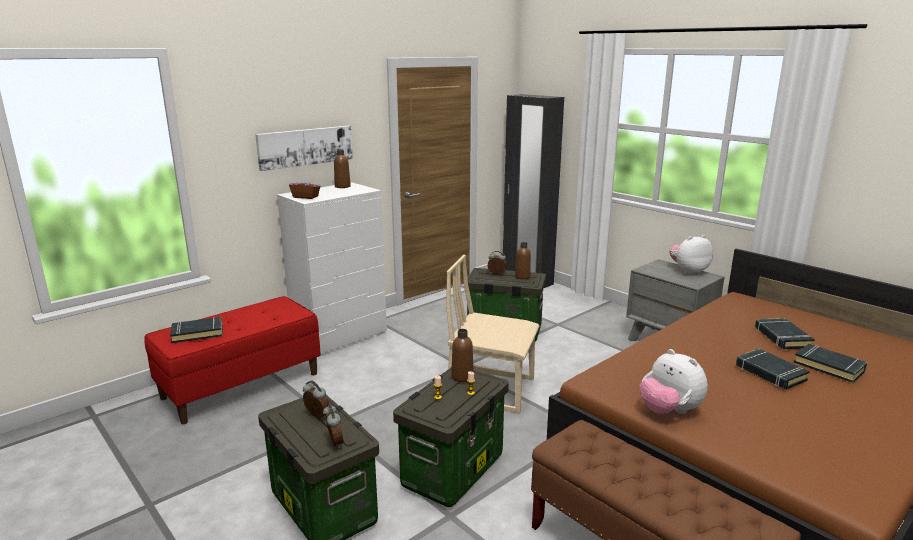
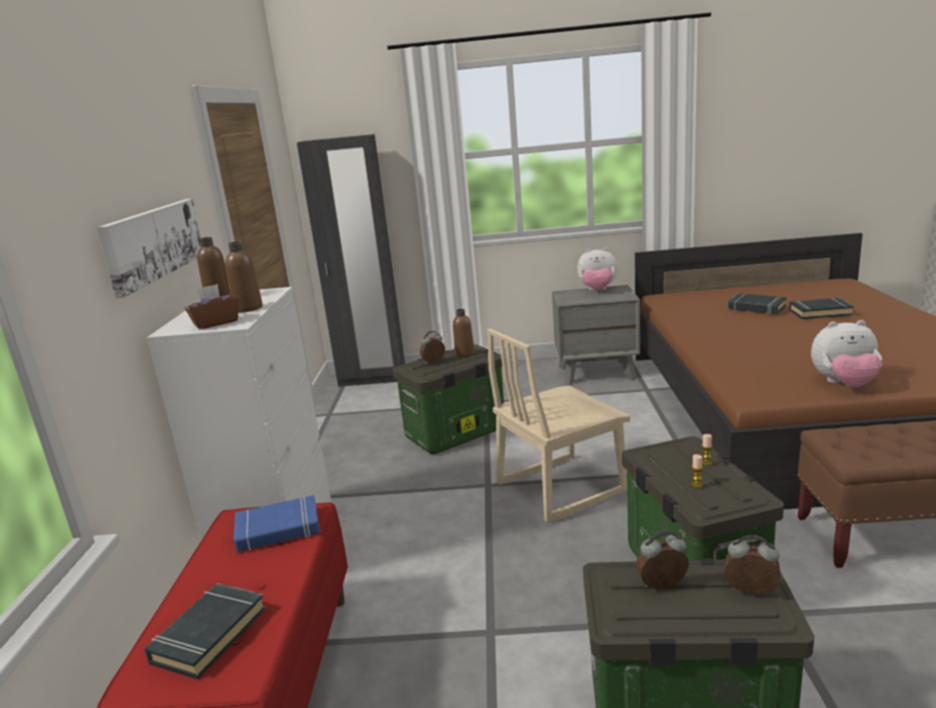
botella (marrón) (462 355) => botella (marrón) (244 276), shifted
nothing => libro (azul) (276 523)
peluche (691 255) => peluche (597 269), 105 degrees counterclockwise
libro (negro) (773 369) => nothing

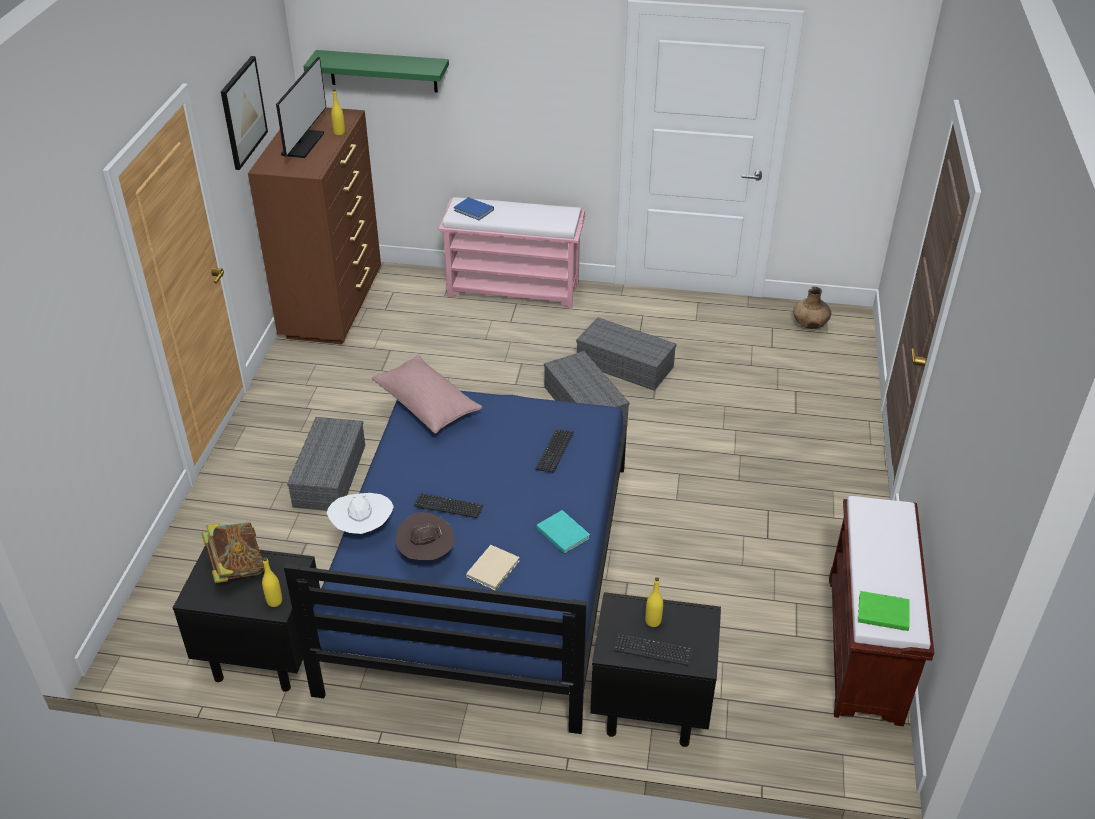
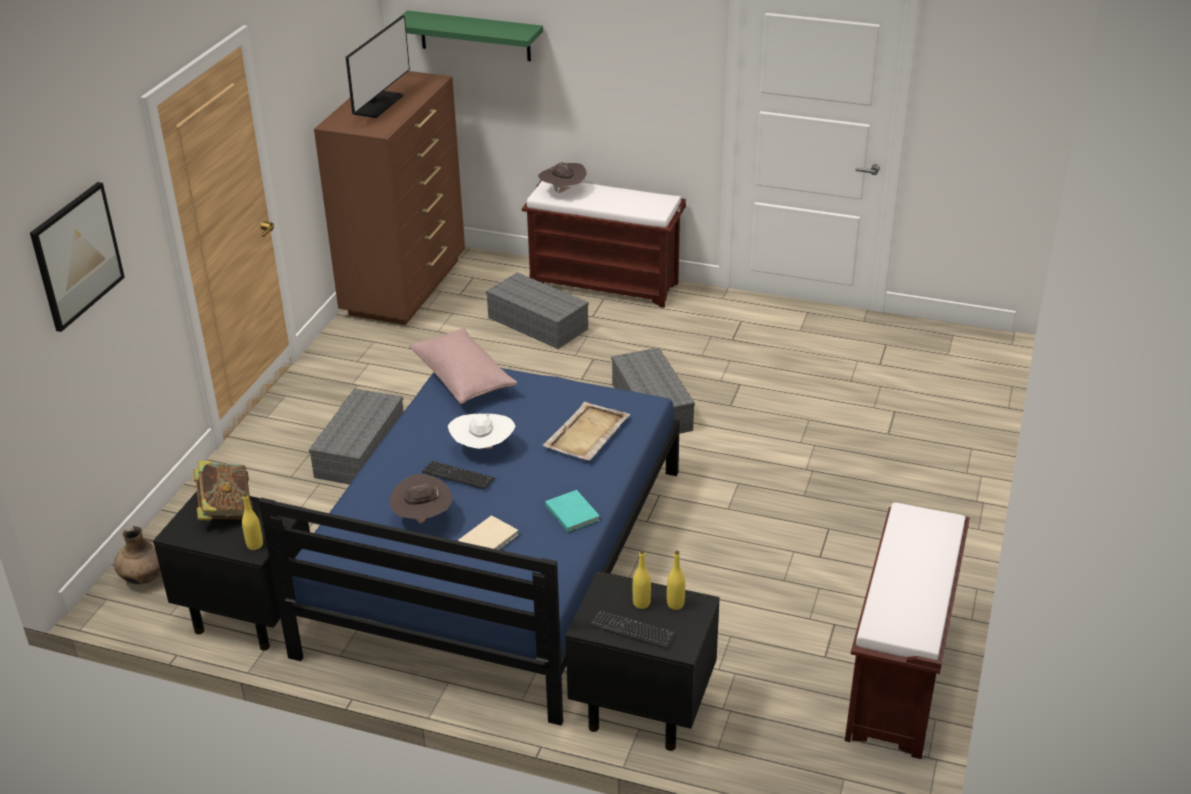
cuadro (244 113) => cuadro (77 257), shifted
florero (marrón) (812 308) => florero (marrón) (137 555), shifted
sombrero (blanco) (360 513) => sombrero (blanco) (482 431), shifted
caja de almacenaje (gris) (626 354) => caja de almacenaje (gris) (537 310), shifted
banco (rosa) (512 252) => banco (marrón) (604 244)
libro (azul) (474 208) => sombrero (marrón) (562 177)
teclado (554 451) => bandeja (beis) (586 431)
botella (amarillo) (338 112) => botella (amarillo) (676 580), shifted
libro (verde) (884 611) => nothing

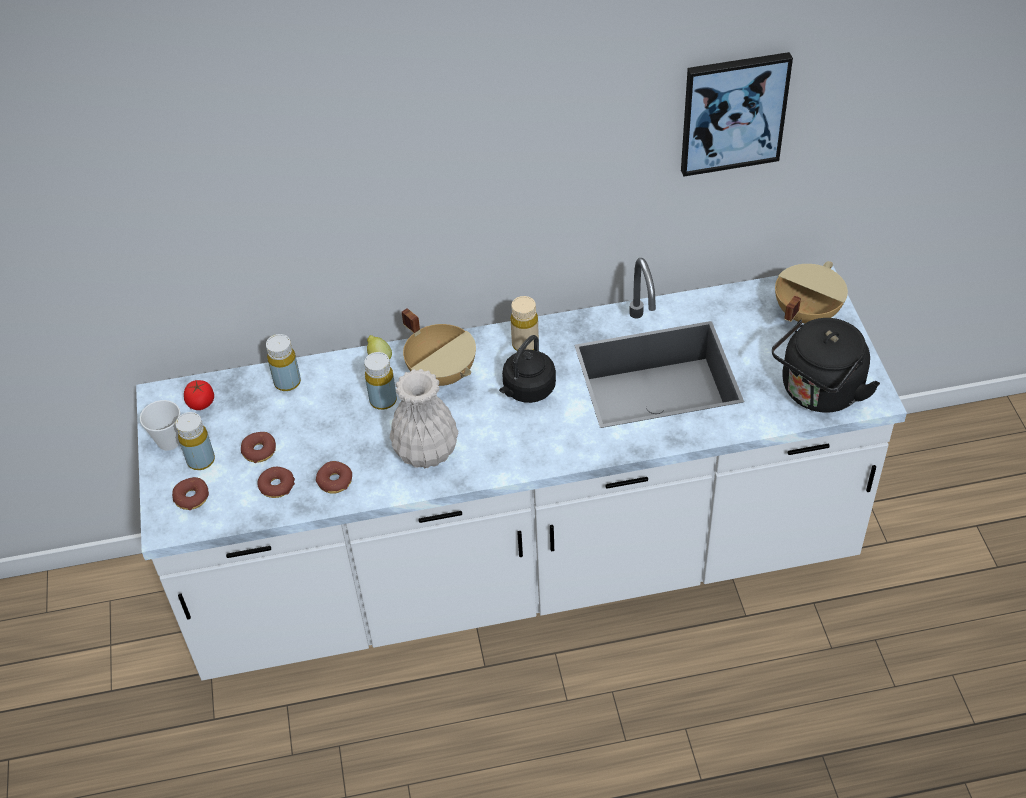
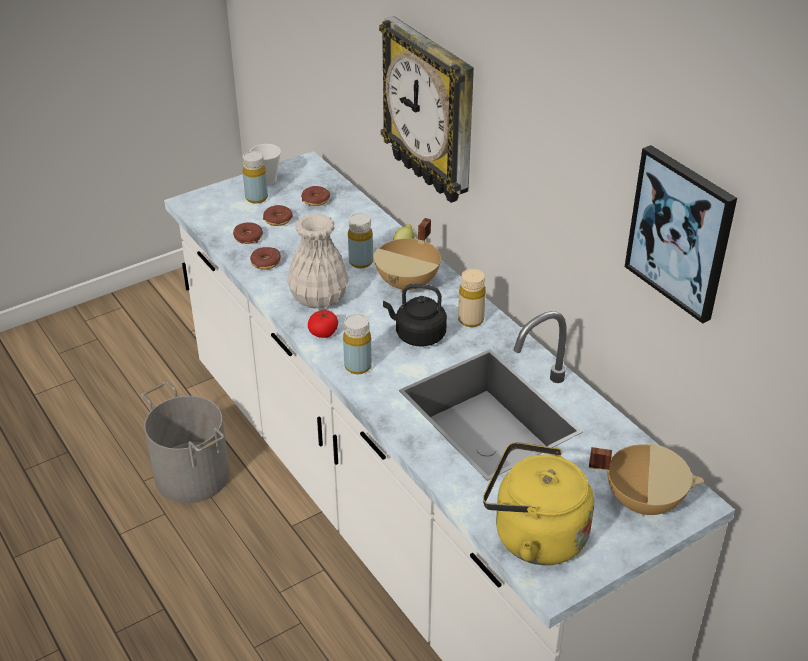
nothing => cubo (gris) (186 442)
rosquilla (190 493) => rosquilla (315 196), shifted
tomate (199 395) => tomate (323 324), shifted
botella (amarillo) (283 362) => botella (amarillo) (357 344), shifted
nothing => reloj de pared (426 109)
hervidor (negro) (826 365) => hervidor (amarillo) (538 503)

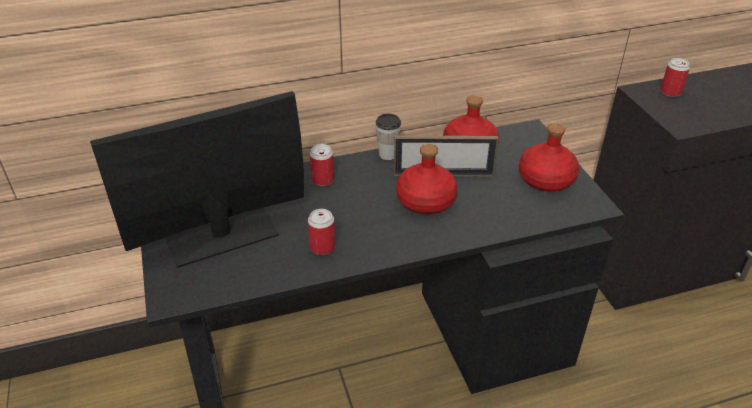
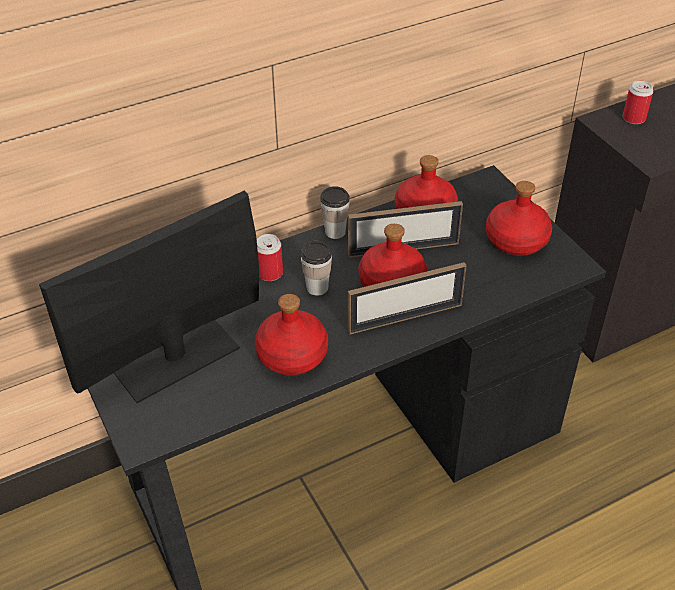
lata (322 232) => botella (rojo) (291 334)
nothing => taza (316 268)
nothing => portarretratos (407 298)

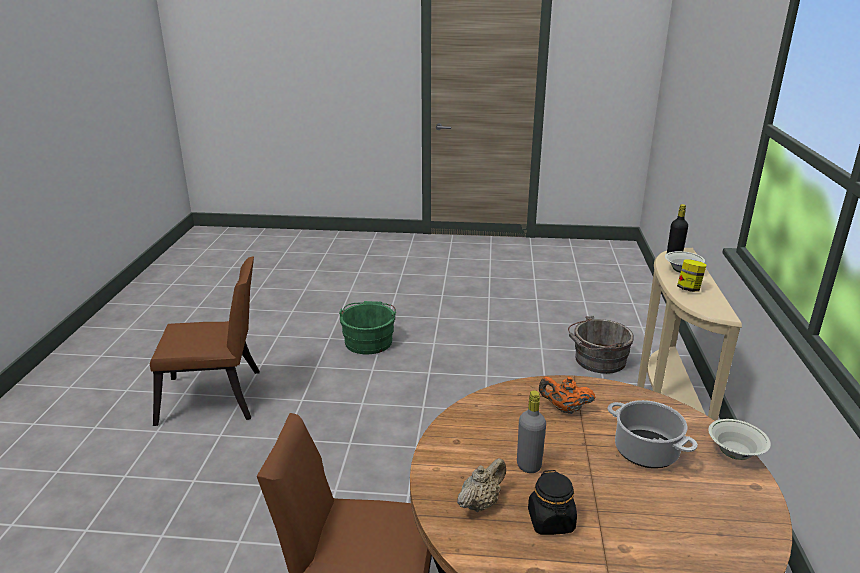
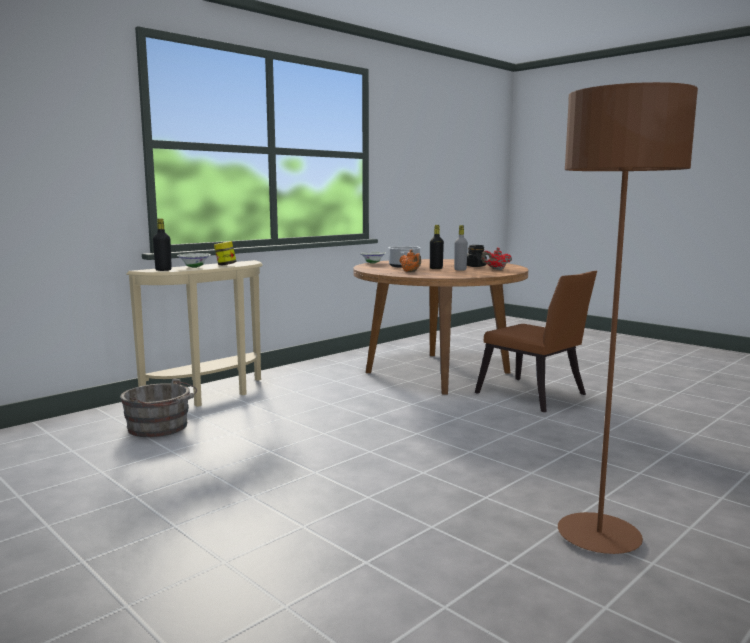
nothing => botella (negro) (437 247)
tetera (beis) (481 485) => tetera (rojo) (496 259)
silla (marrón) (204 341) => lámpara de pie (marrón) (628 318)
cubo (verde) (367 327) => nothing

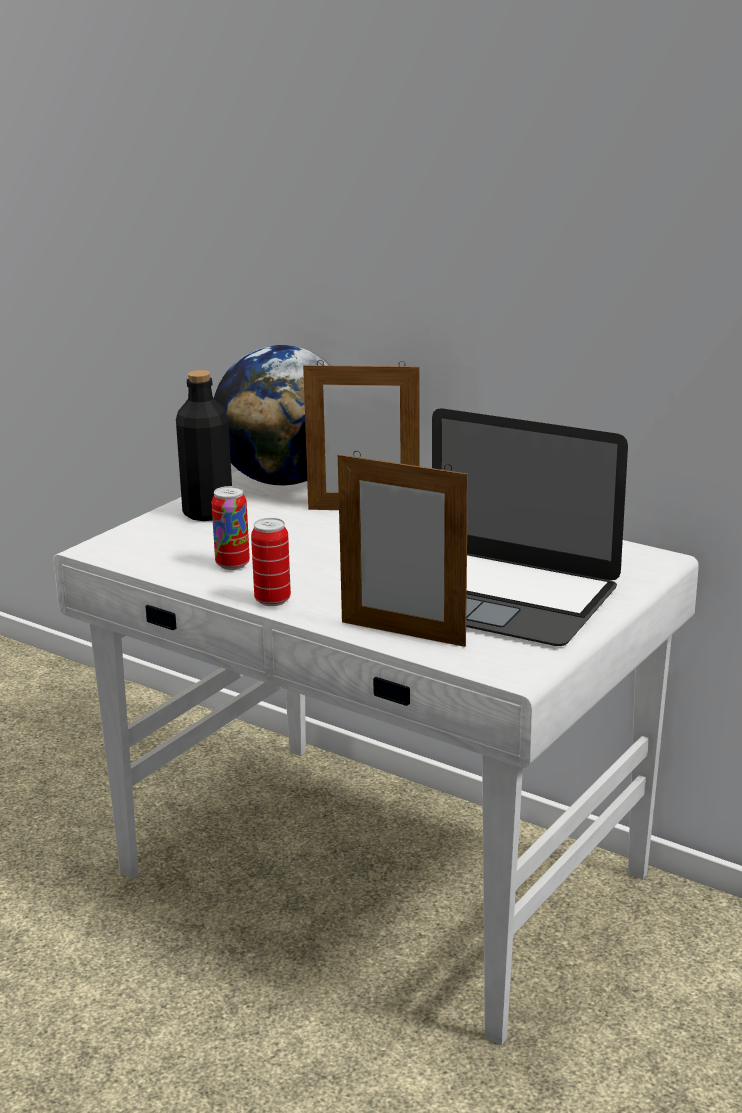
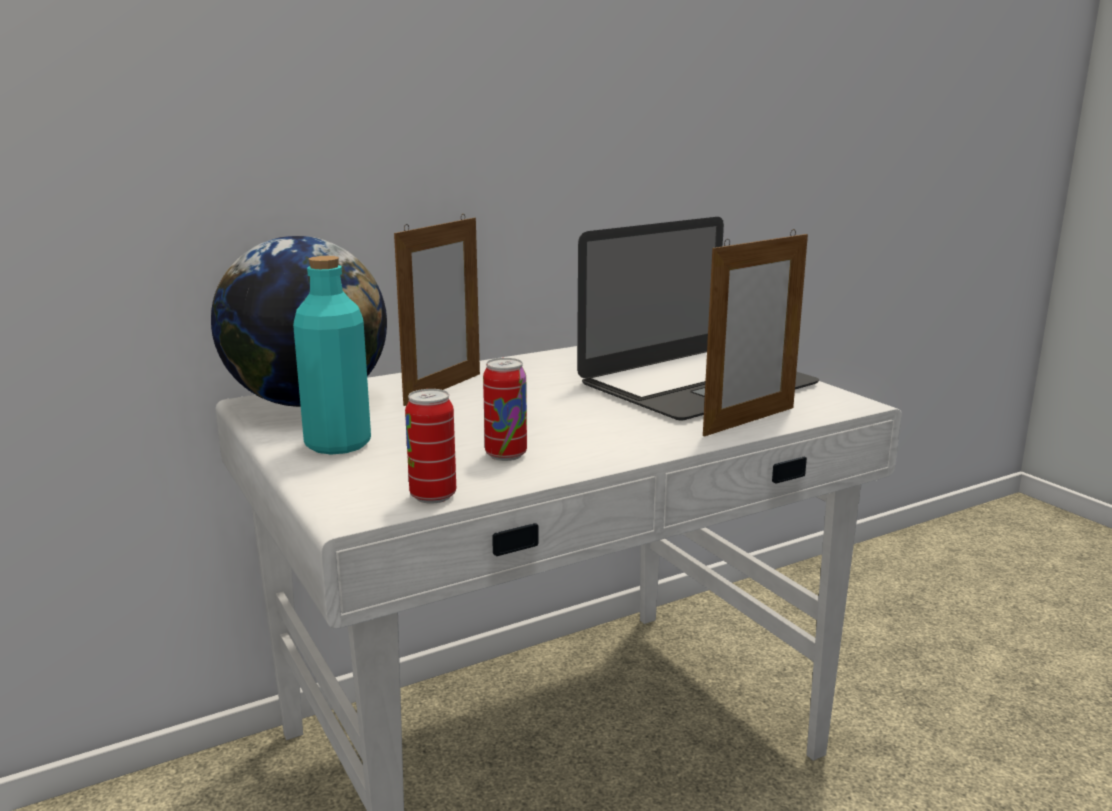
botella (negro) (204 445) => botella (turquesa) (332 355)
lata (271 562) => lata (430 446), shifted

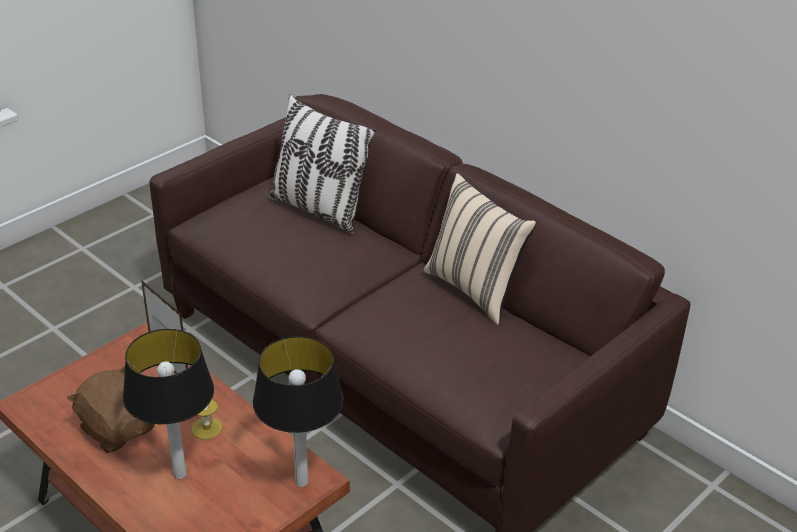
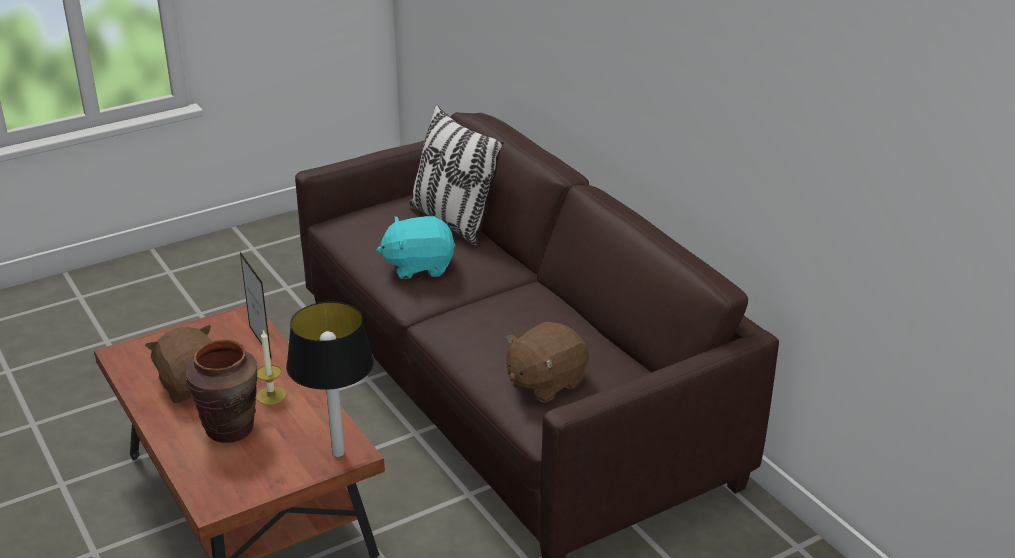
lámpara de mesa (168 404) => florero (marrón) (221 391)
nothing => peluche (turquesa) (416 247)
nothing => peluche (marrón) (547 362)
cojín (beis) (480 249) => nothing

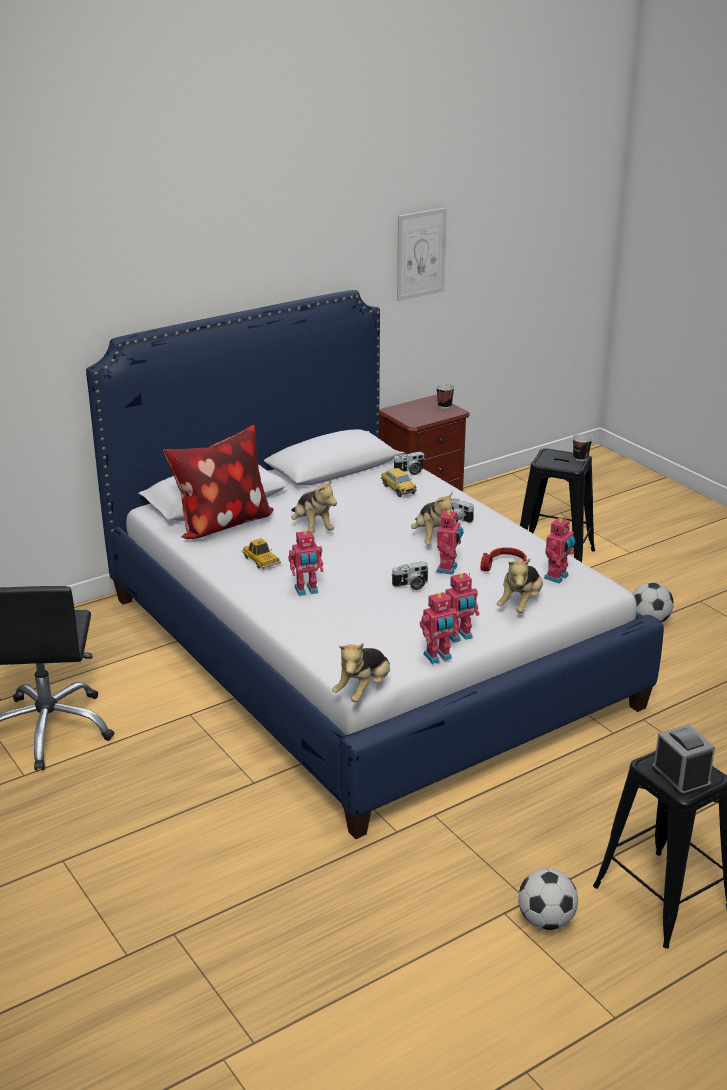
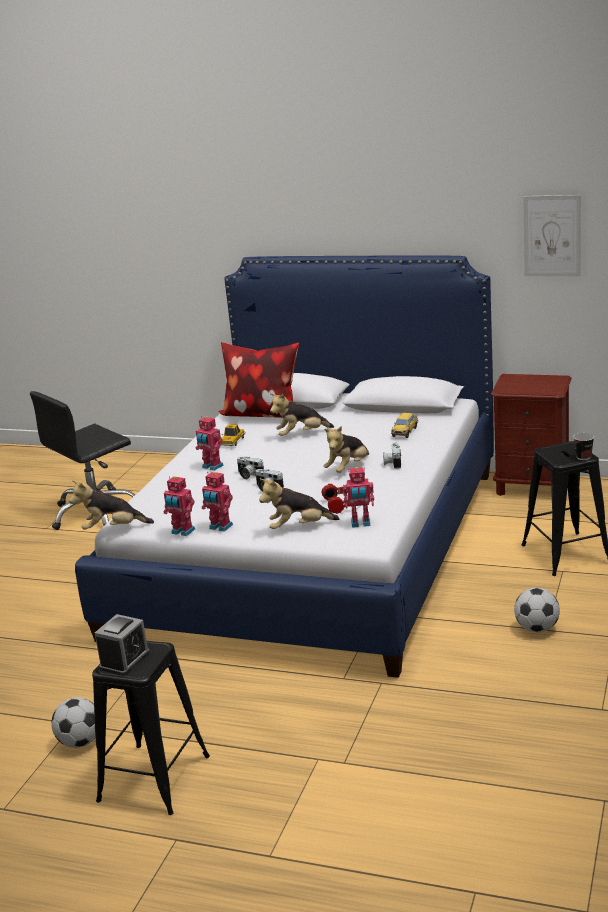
cámara (409 463) => cámara (250 467), shifted
peluche (314 506) => peluche (302 414), 45 degrees clockwise
taza (445 396) => nothing
robot de juguete (449 541) => nothing

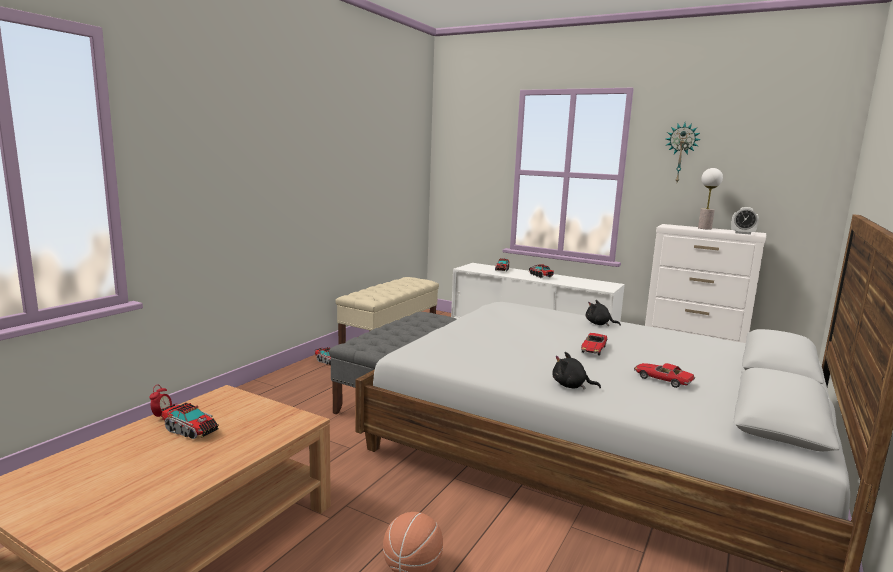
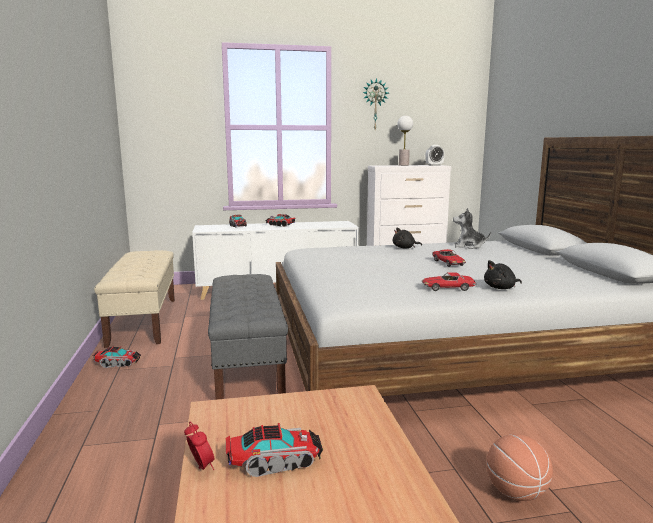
coche de juguete (664 375) => coche de juguete (449 281), shifted
nothing => peluche (472 228)

